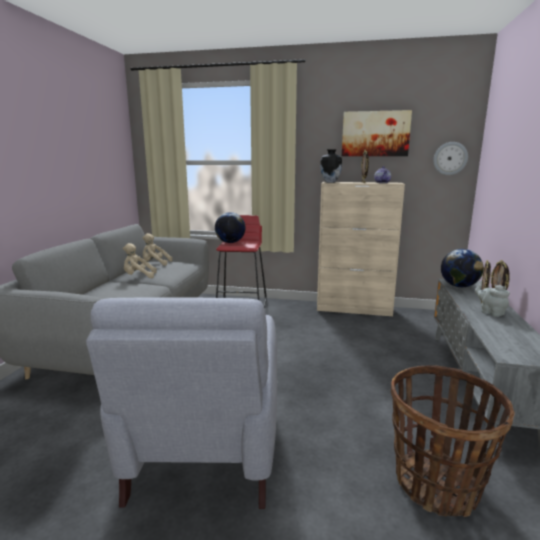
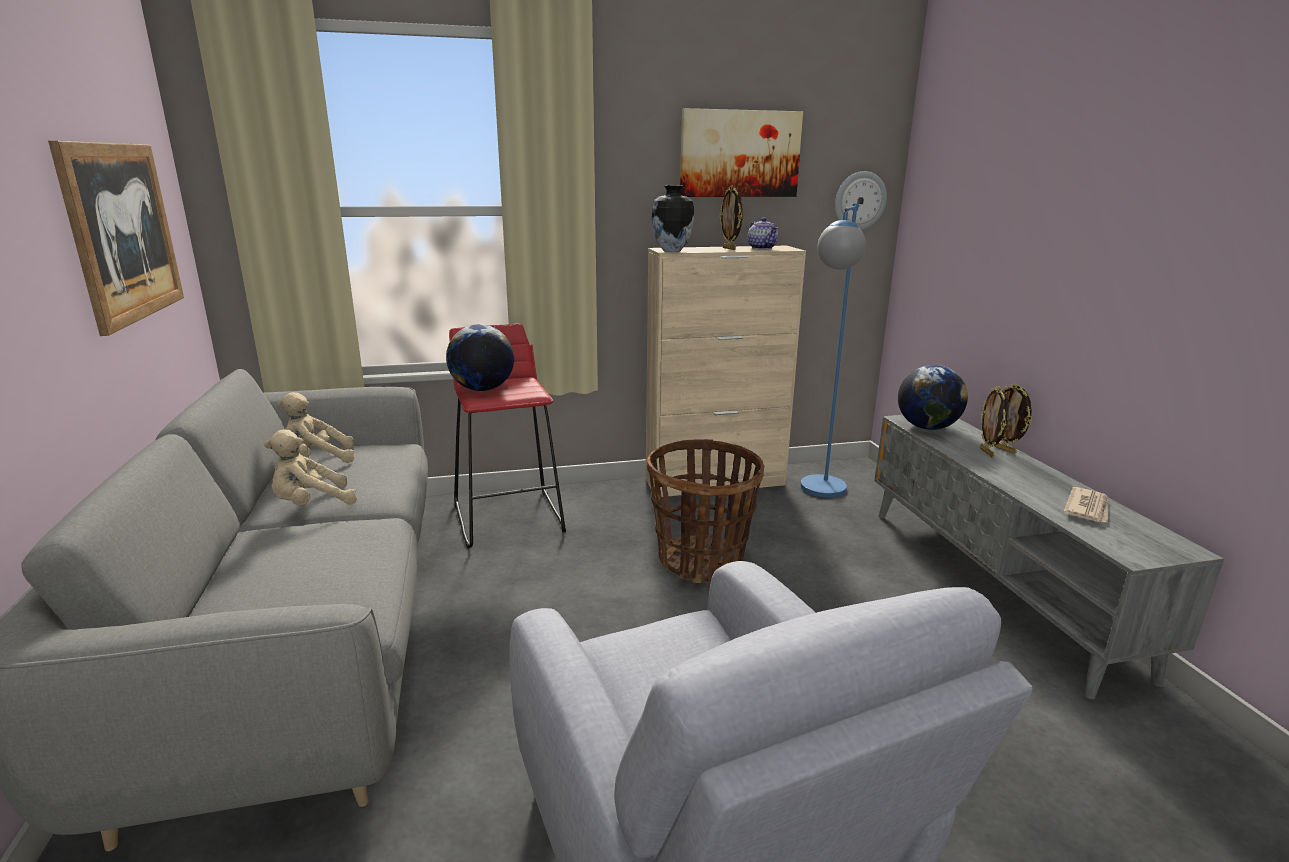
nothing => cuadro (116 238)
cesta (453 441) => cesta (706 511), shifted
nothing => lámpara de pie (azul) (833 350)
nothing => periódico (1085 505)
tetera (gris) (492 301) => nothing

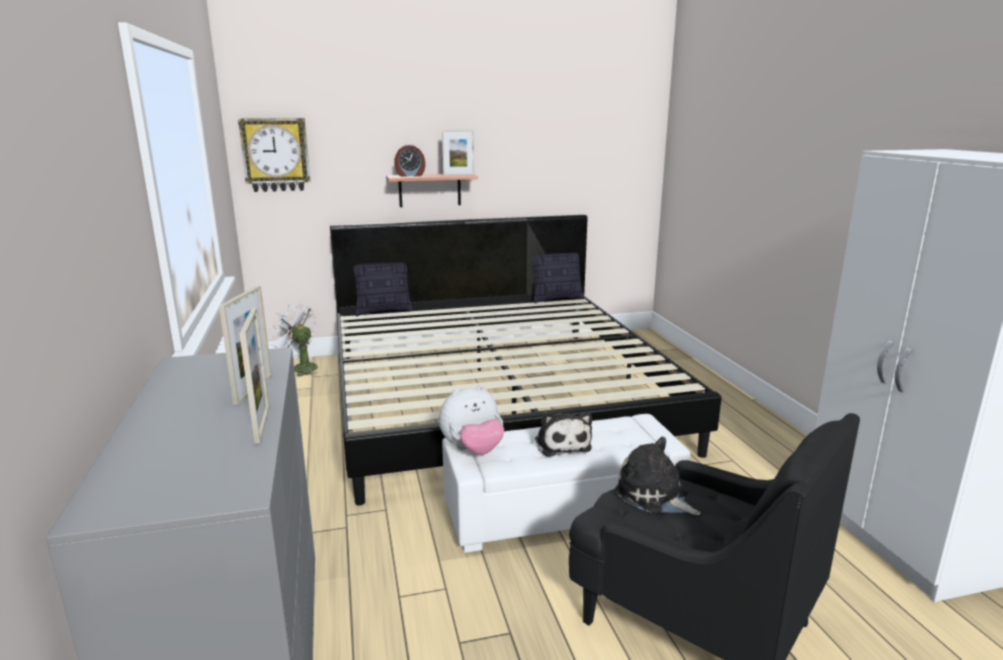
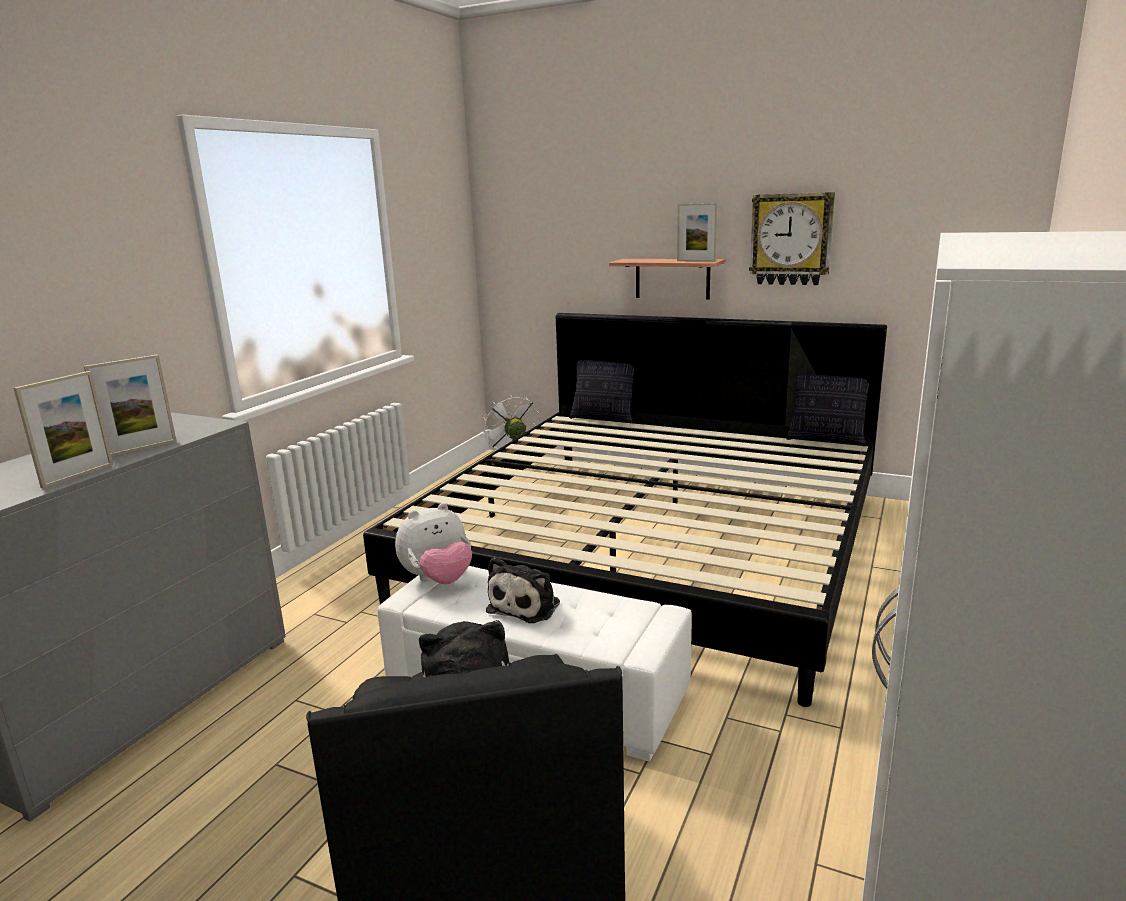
peluche (471 420) => peluche (433 543), 45 degrees counterclockwise
reloj de pared (274 155) => reloj de pared (792 238), shifted
despertador (409 160) => nothing

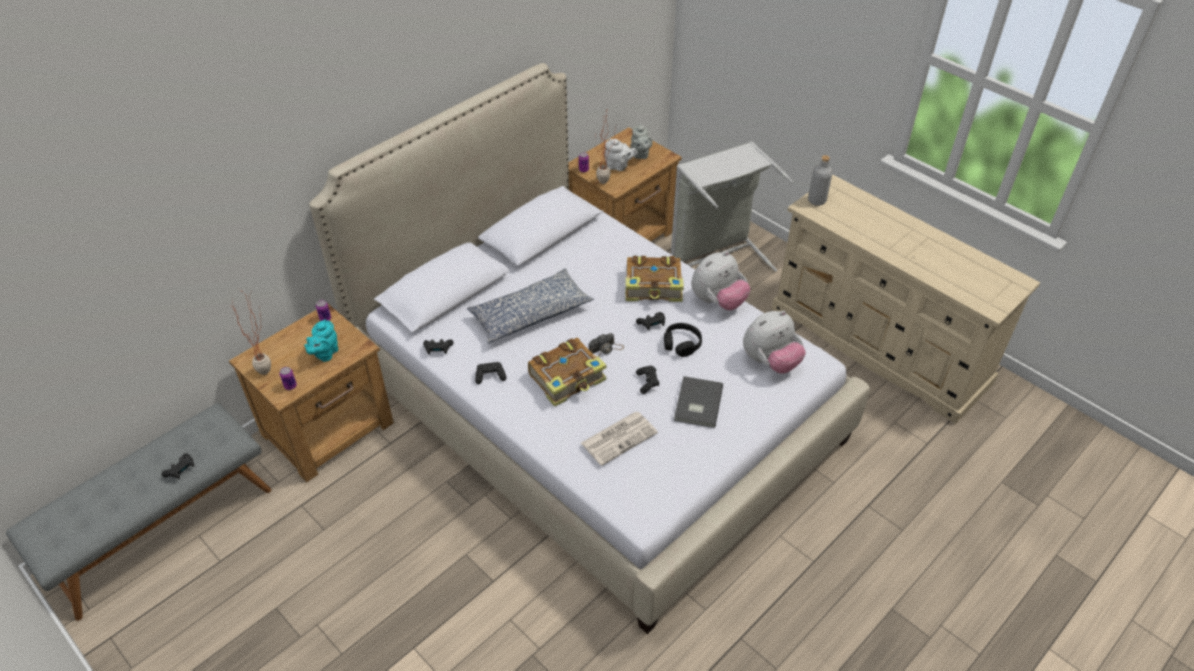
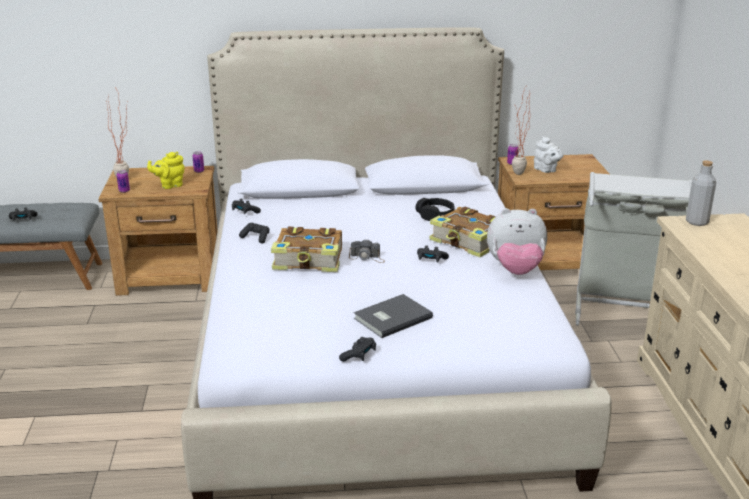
tetera (turquesa) (321 340) => tetera (amarillo) (166 170)
mando de consola (negro) (647 380) => mando de consola (negro) (357 349), shifted
auriculares (negro) (683 340) => auriculares (negro) (435 209), shifted
cojín (530 306) => nothing
periódico (619 438) => nothing
tetera (gris) (642 141) => nothing
peluche (774 342) => nothing

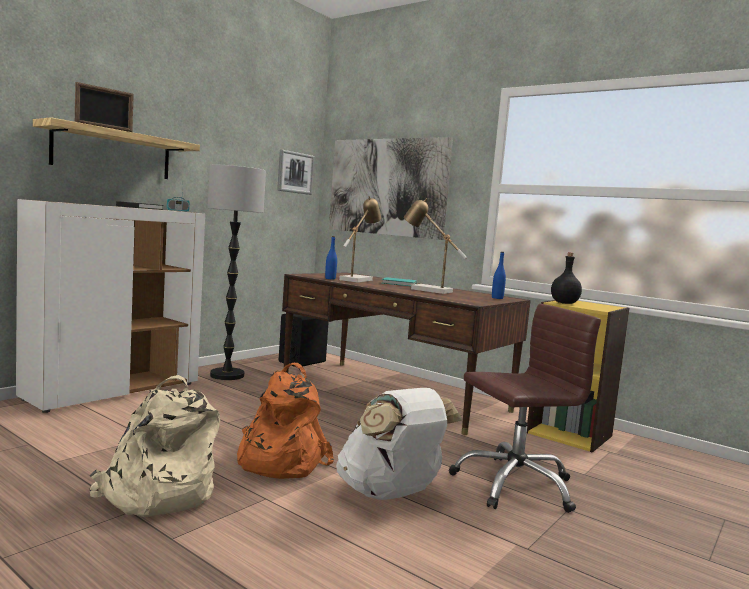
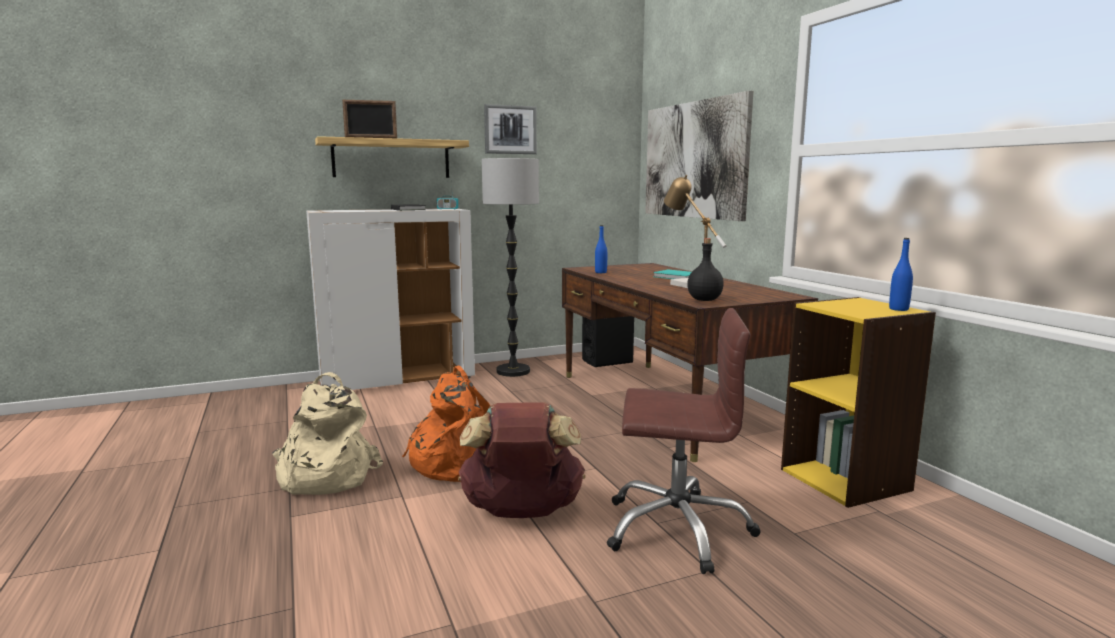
mochila (blanco) (399 444) => mochila (marrón) (521 460)
cuadro (295 172) => cuadro (510 129), shifted
botella (negro) (566 278) => botella (negro) (705 269), shifted
botella (azul) (499 275) => botella (azul) (901 274), shifted
lámpara de mesa (360 239) => nothing

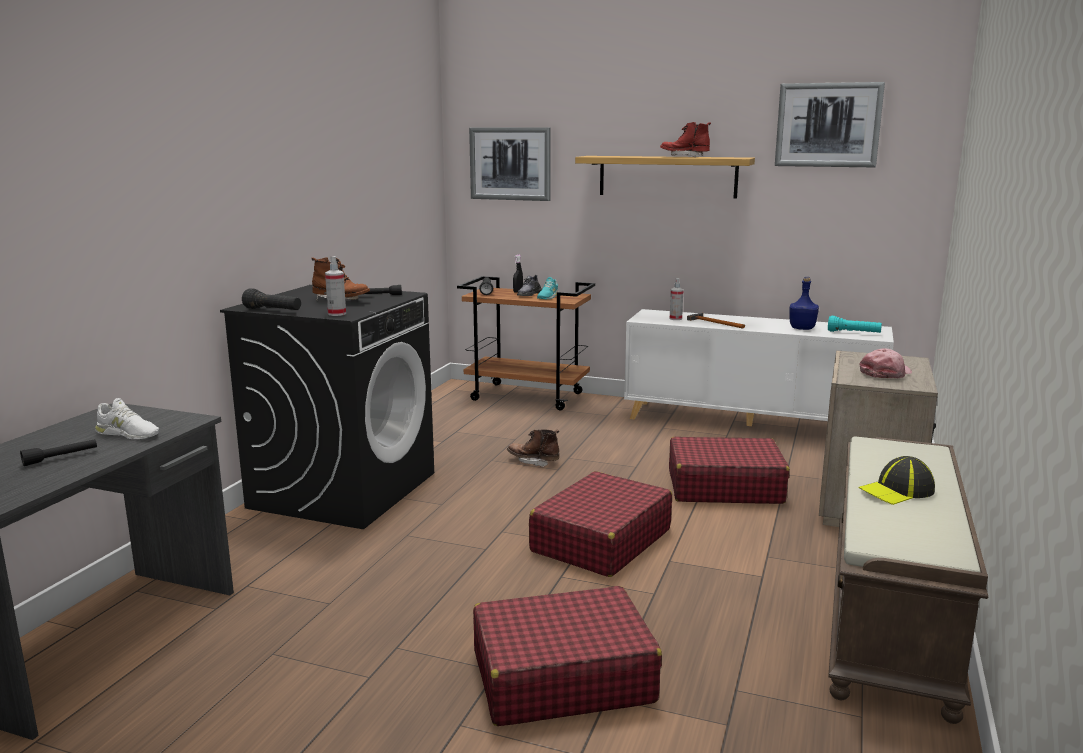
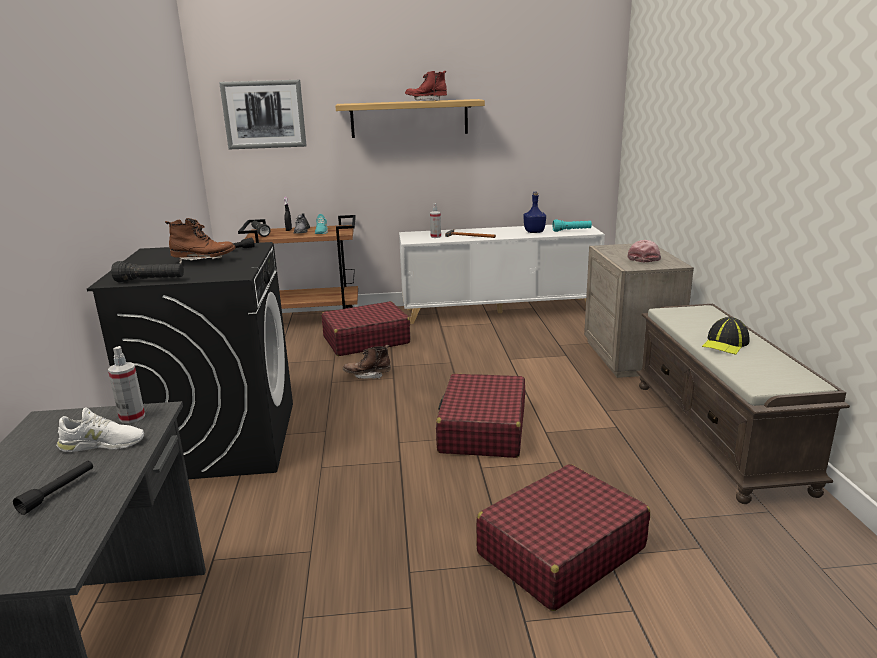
pulverizador (335 286) => pulverizador (126 384), shifted
maleta (rojo) (729 470) => maleta (rojo) (365 328), shifted
cuadro (830 124) => nothing

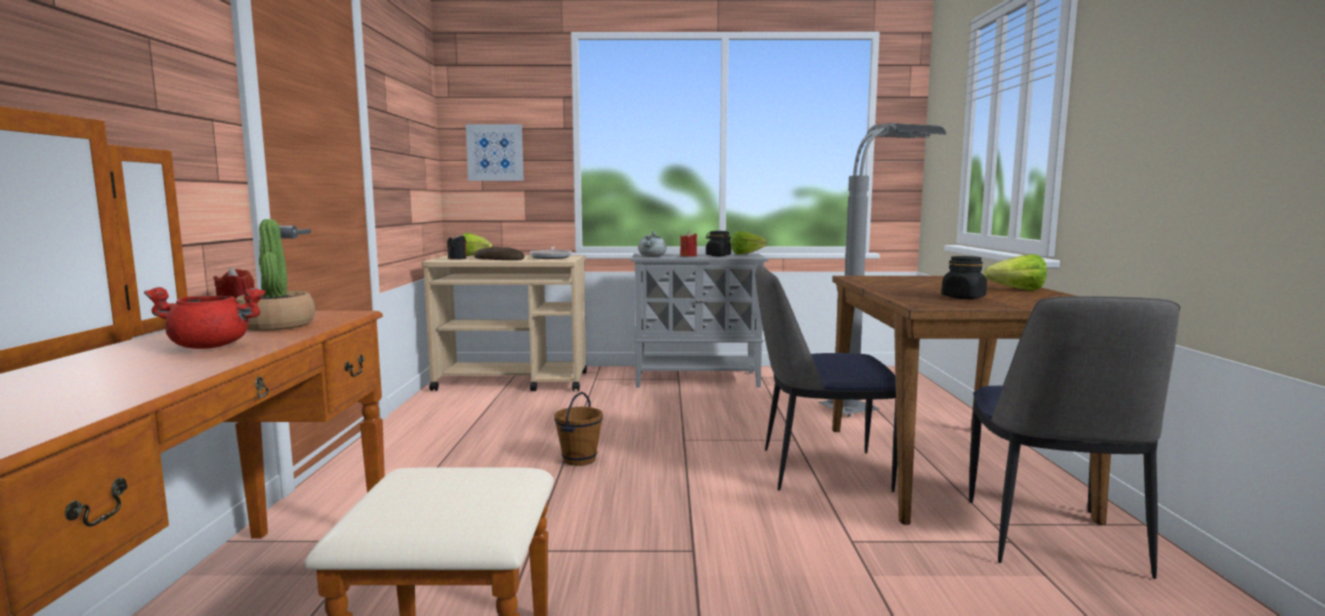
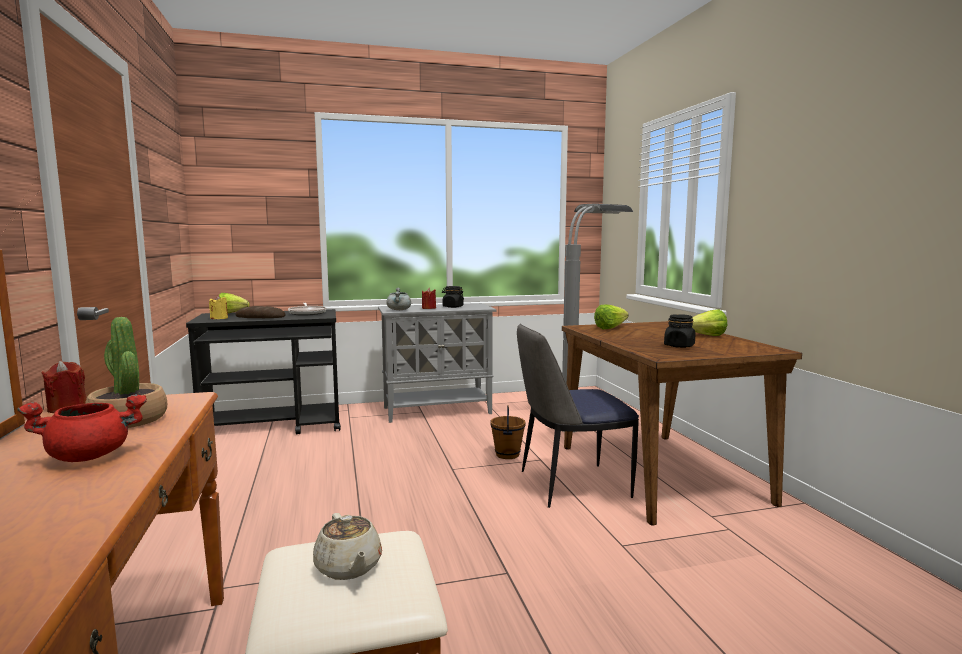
carrito (beis) (504 323) => carrito (negro) (263 371)
vela (negro) (456 247) => vela (amarillo) (218 307)
nothing => tetera (beis) (347 546)
cubo (marrón) (578 429) => cubo (marrón) (508 432), shifted
lechuga (749 242) => lechuga (611 317), shifted
cuadro (495 152) => nothing
silla (1074 437) => nothing

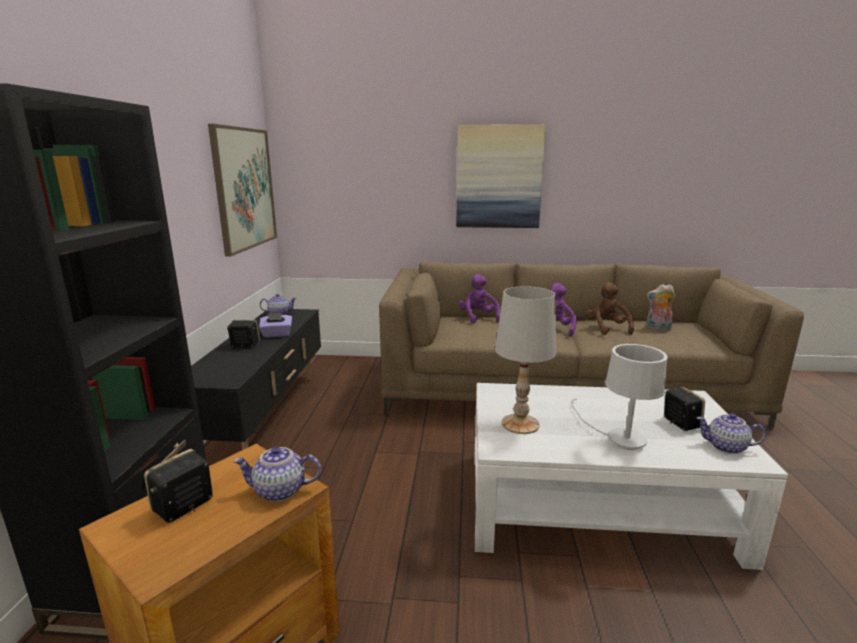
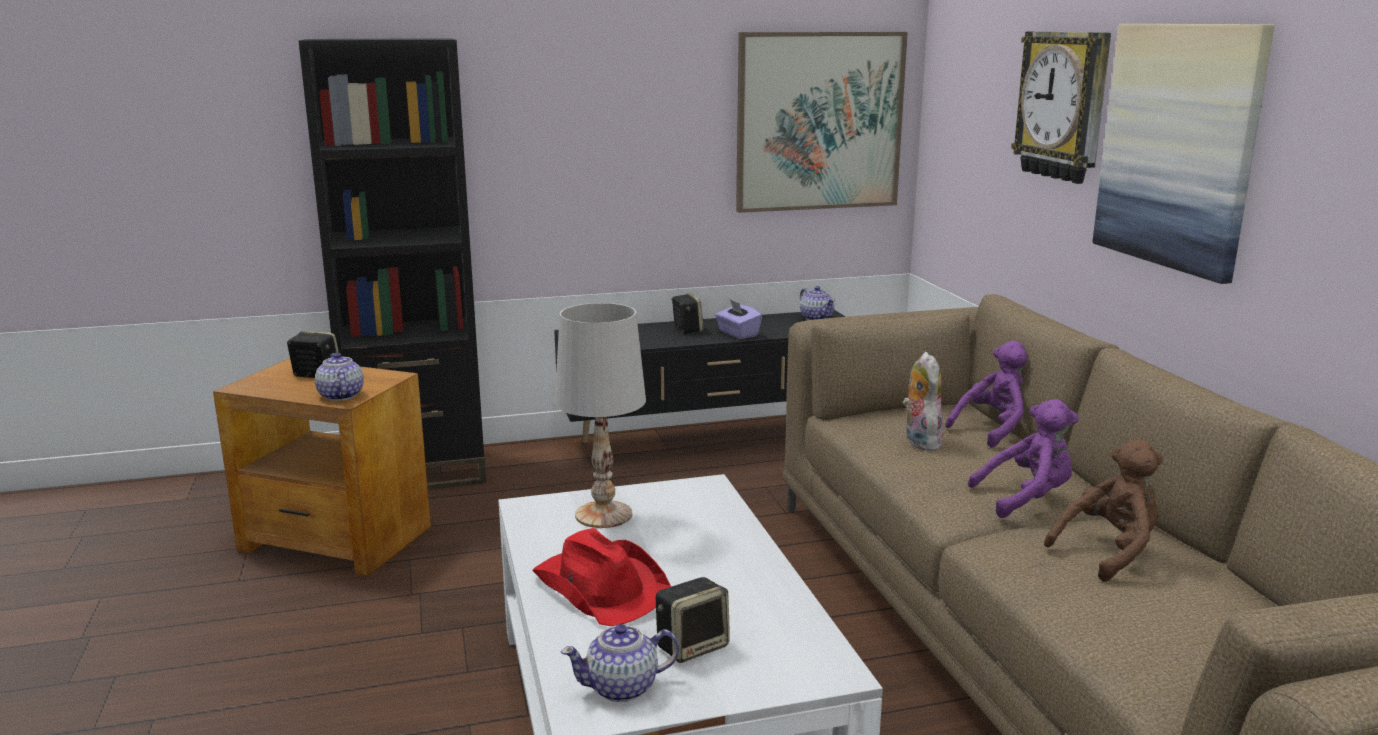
lámpara de mesa (blanco) (619 397) => sombrero (rojo) (601 577)
tetera (731 433) => tetera (620 663), 105 degrees counterclockwise
peluche (661 307) => peluche (923 401), shifted
nothing => reloj de pared (1061 107)

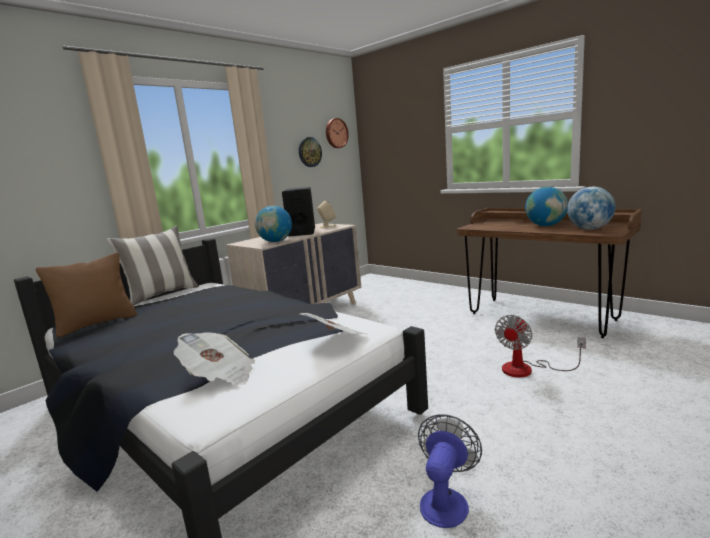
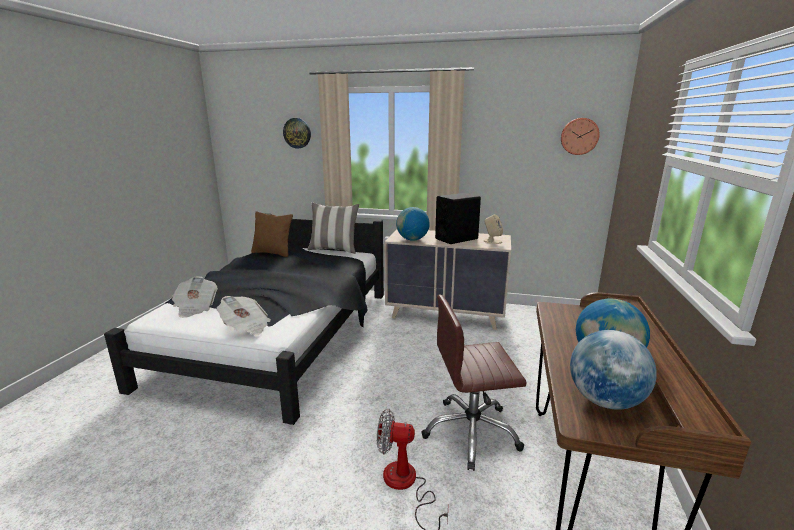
reloj de pared (310 152) => reloj de pared (297 133), shifted
nothing => silla de oficina (marrón) (474 383)
ventilador (450 471) => nothing

